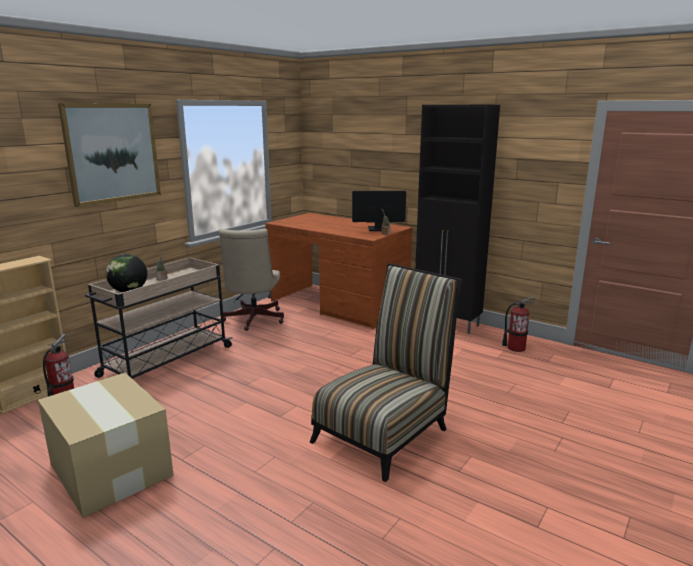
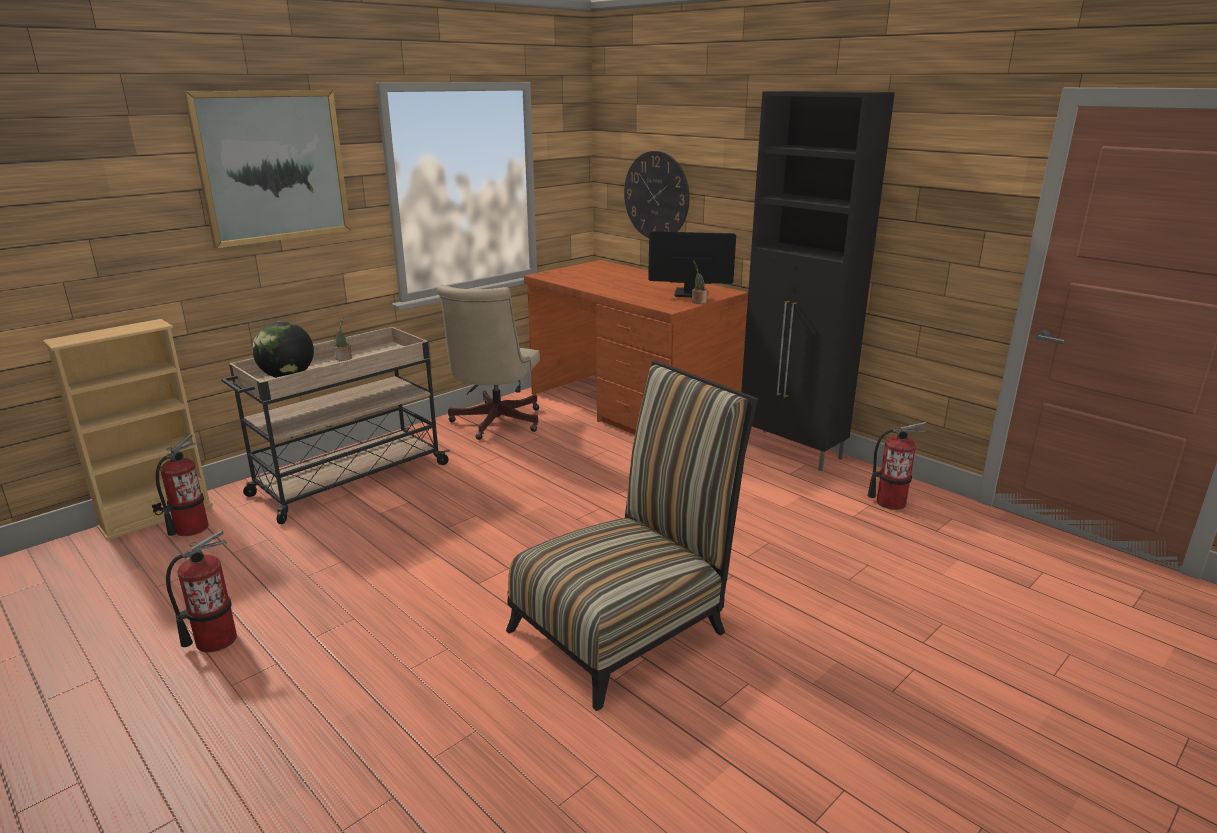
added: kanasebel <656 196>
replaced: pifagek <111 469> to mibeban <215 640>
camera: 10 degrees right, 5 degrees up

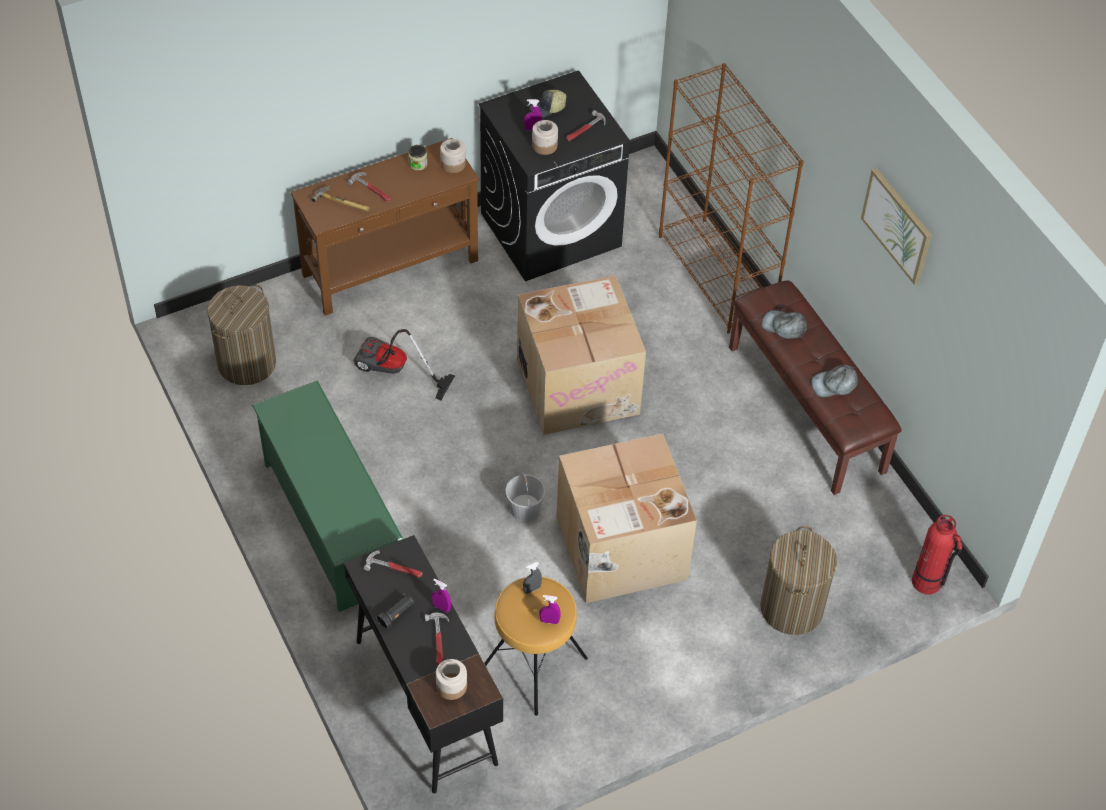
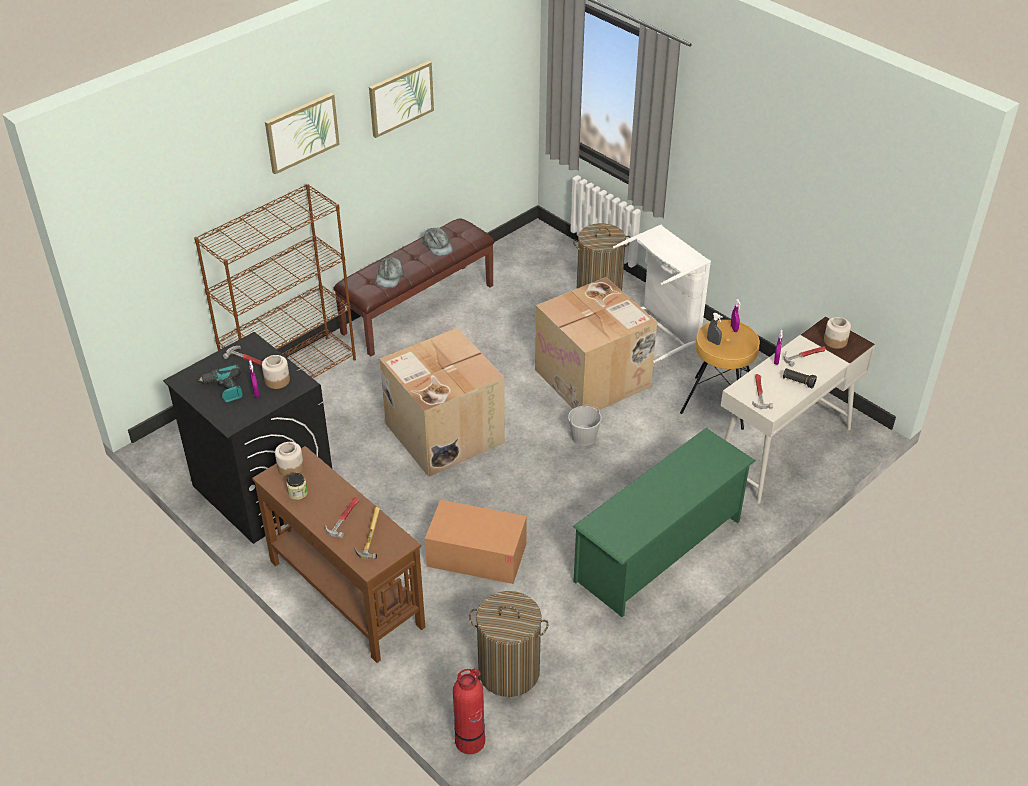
added: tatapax <301 132>; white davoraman <661 329>
moved: mibeban <927 582> to <470 740>
replaced: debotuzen <548 108> to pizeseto <224 389>; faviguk <393 372> to pifagek <476 555>
recoloured: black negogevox <425 701> to white negogevox <783 451>
camera: 105 degrees left, 10 degrees down

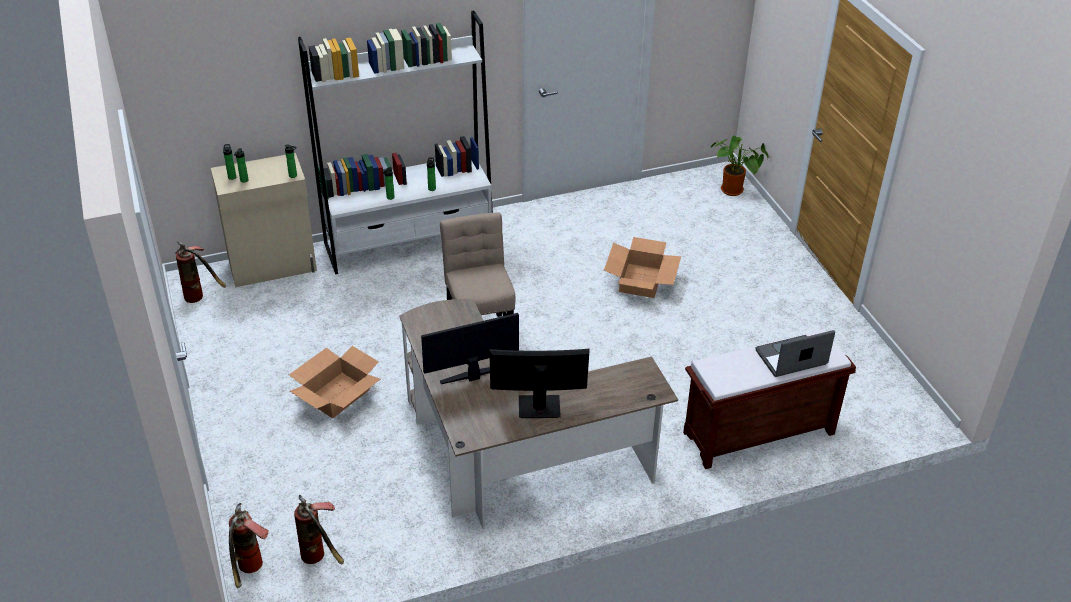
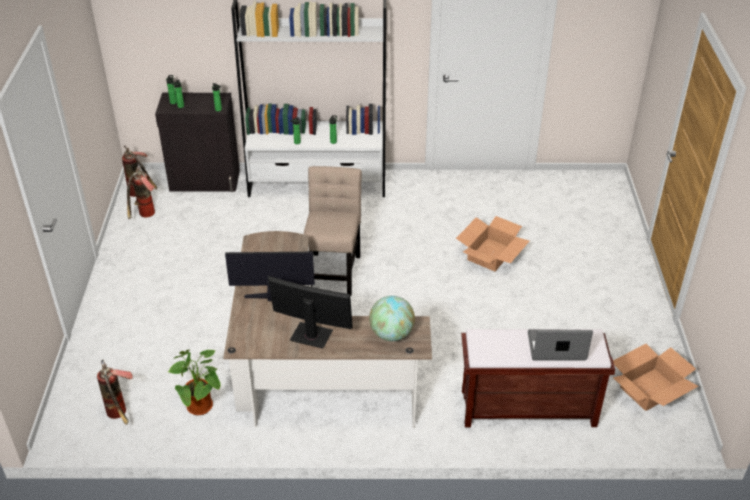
added: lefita <391 334>
moved: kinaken <734 191> to <202 408>; pifagek <337 395> to <650 389>; mibeban <251 571> to <145 216>
recoloured: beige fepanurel <273 266> to black fepanurel <205 181>
camera: 20 degrees right, 0 degrees up

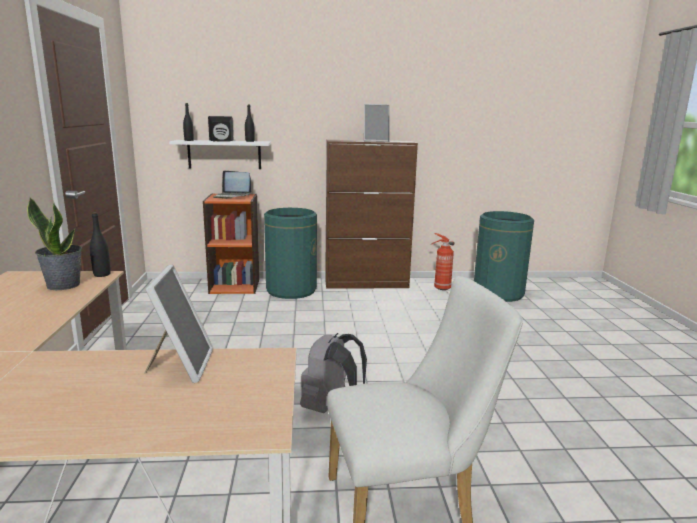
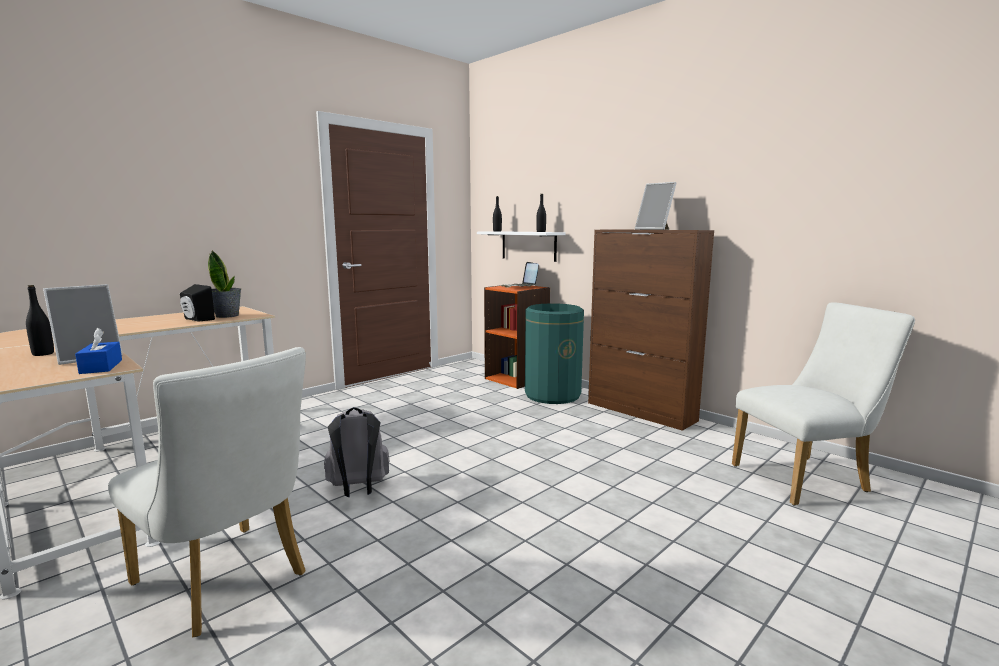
removed: mibeban <441 288>
added: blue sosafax <101 367>
moved: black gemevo <221 141> to <196 319>; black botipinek <102 274> to <43 354>
replaced: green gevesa <498 293> to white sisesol <807 478>
camera: 50 degrees right, 5 degrees down

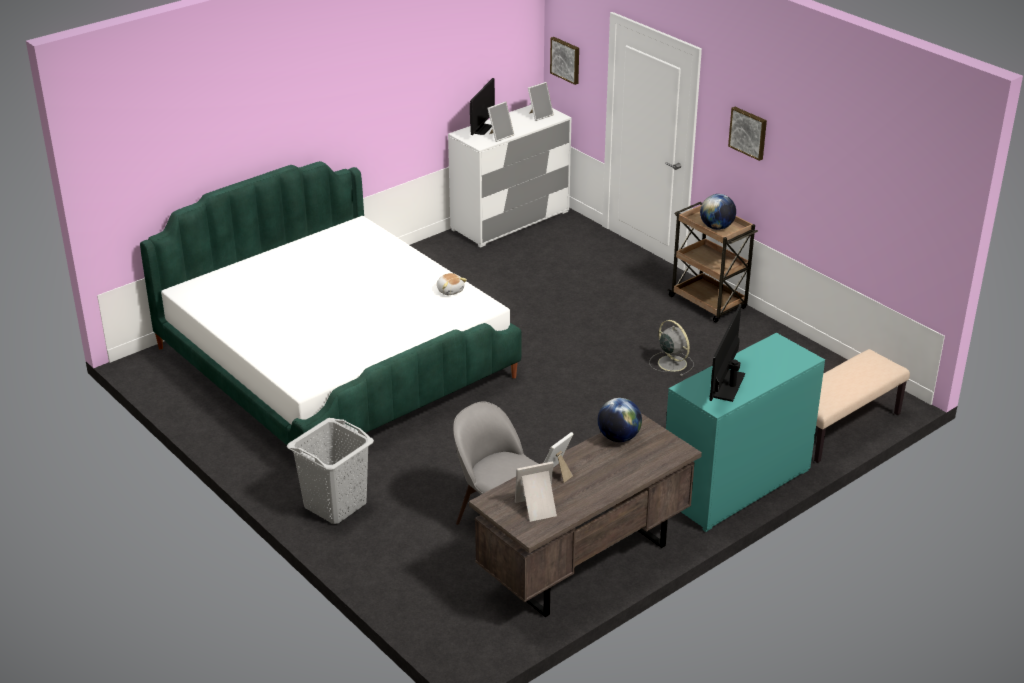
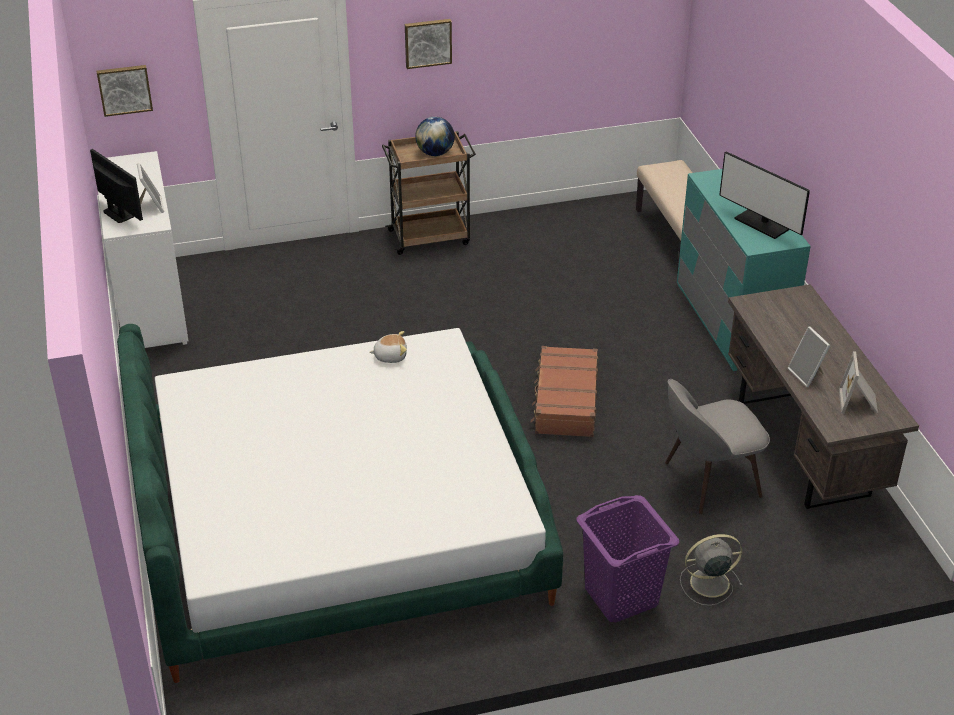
removed: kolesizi <539 115>; lefita <618 437>
added: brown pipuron <565 401>
moved: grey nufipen <671 363> to <708 583>
recoloured: grey davoraman <334 505> to purple davoraman <621 597>
camera: 65 degrees left, 5 degrees up

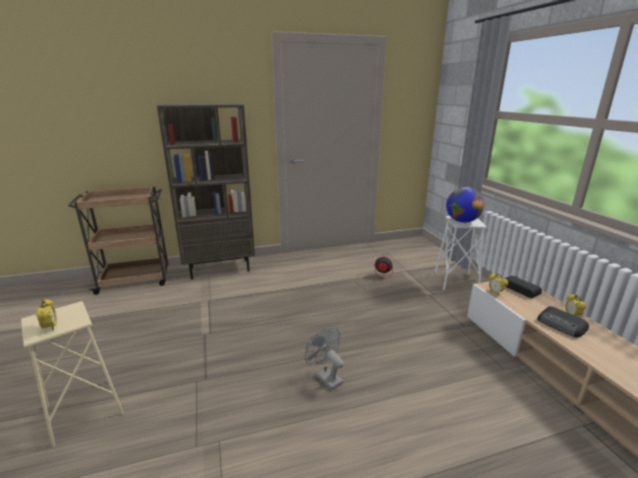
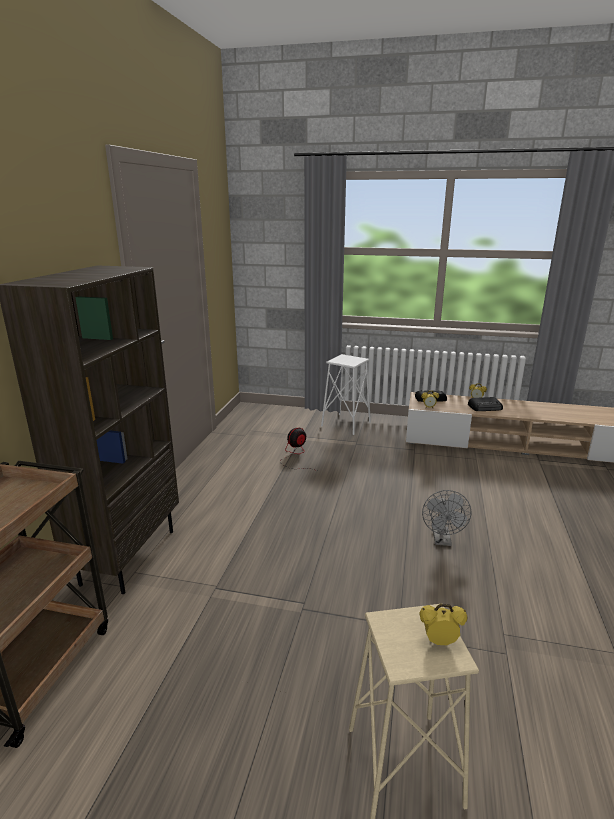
removed: lefita <462 221>
turned: grey nufipen <325 377> = <442 540> 75 degrees counterclockwise
camera: 60 degrees left, 0 degrees up

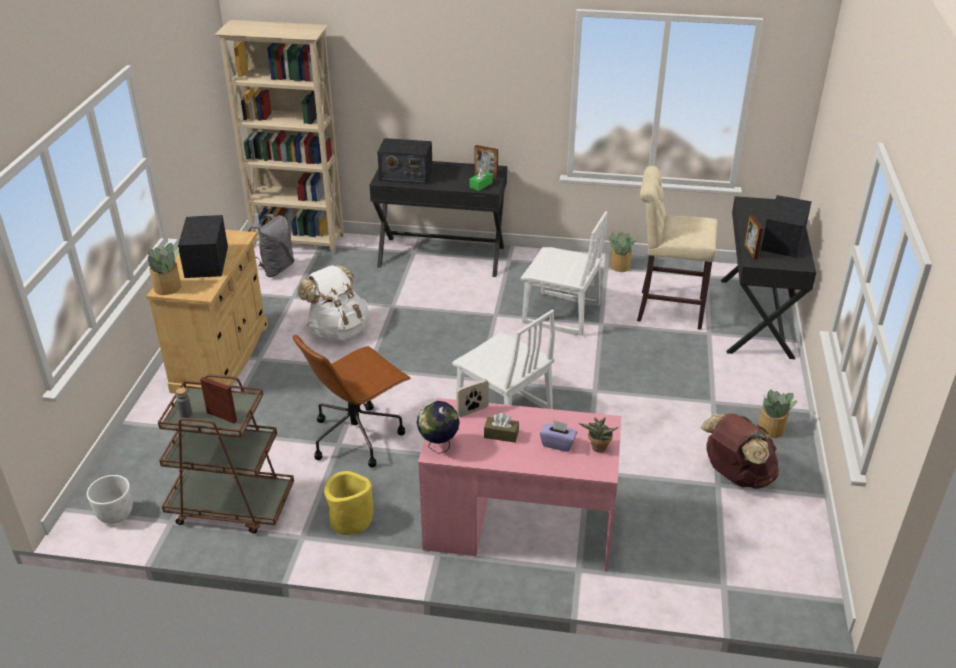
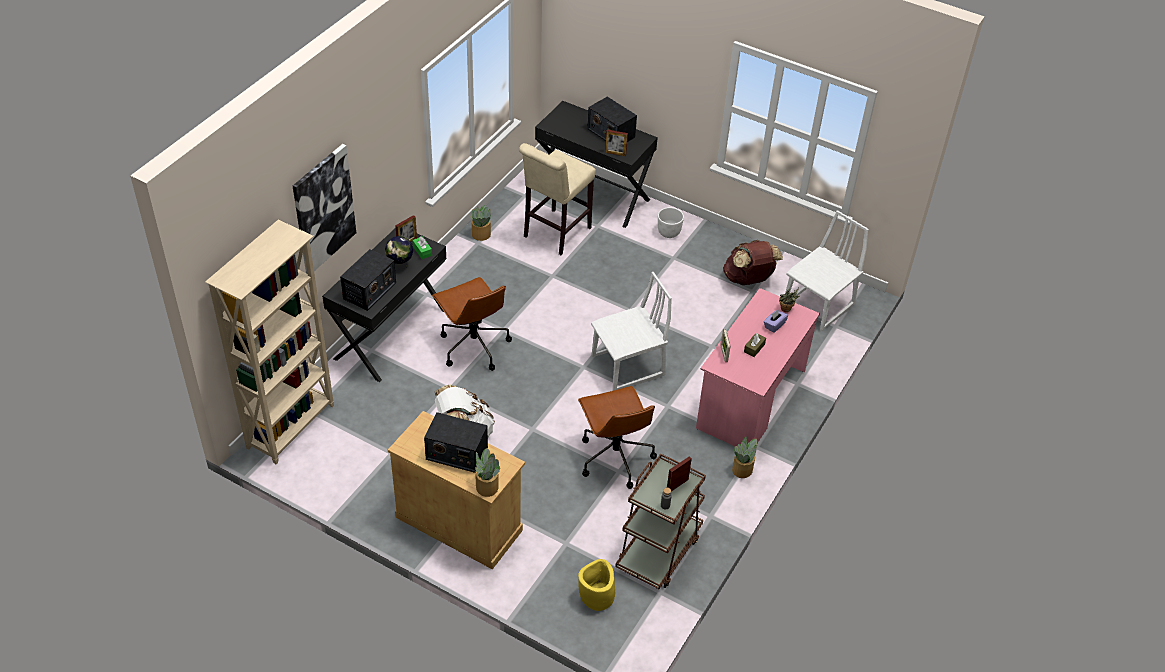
removed: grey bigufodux <274 269>
added: tatapax <323 209>; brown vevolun <473 346>
moved: white sisesol <561 314> to <819 306>; kinaken <771 430> to <743 469>; lefita <438 446> to <400 265>; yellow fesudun <351 520> to <597 596>; white fesudun <116 515> to <669 233>
camera: 70 degrees left, 10 degrees up

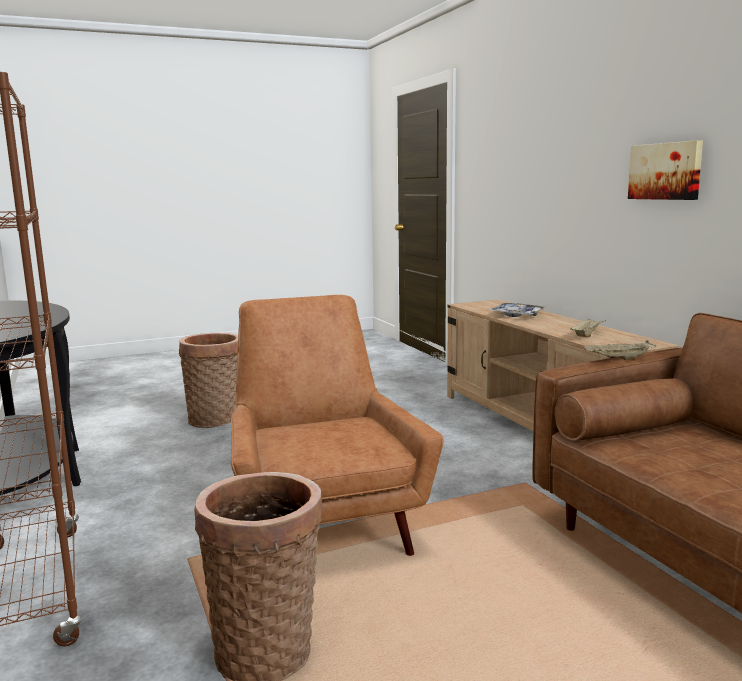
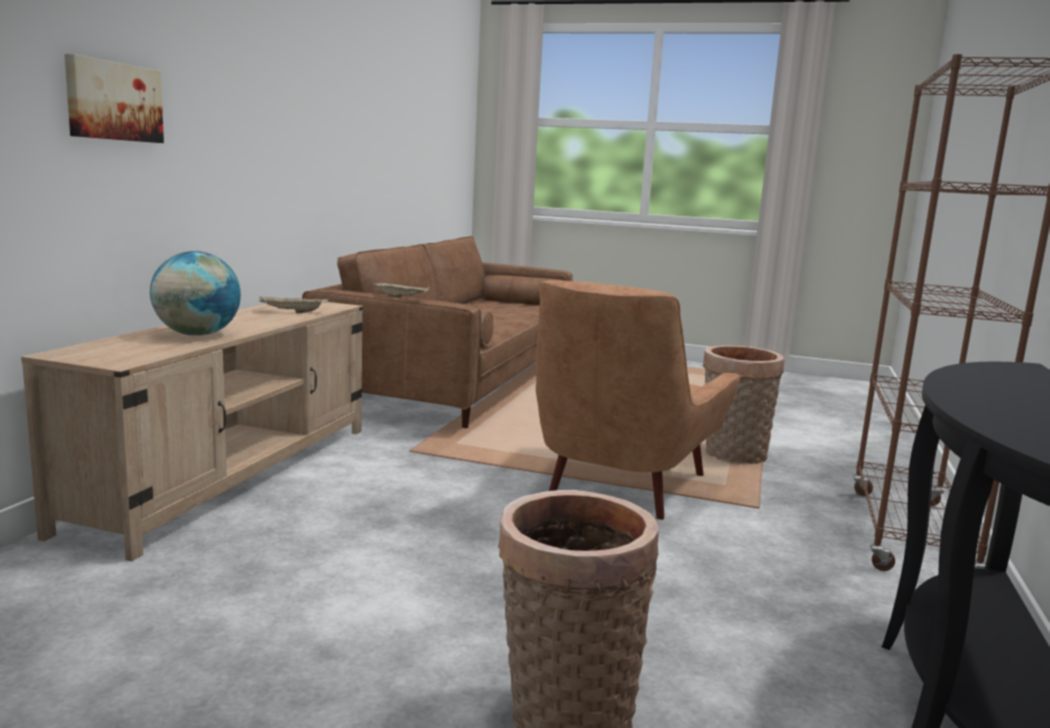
moved: tatapax <666 171> to <113 101>
replaced: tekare <517 315> to lefita <197 335>
camera: 140 degrees left, 0 degrees up

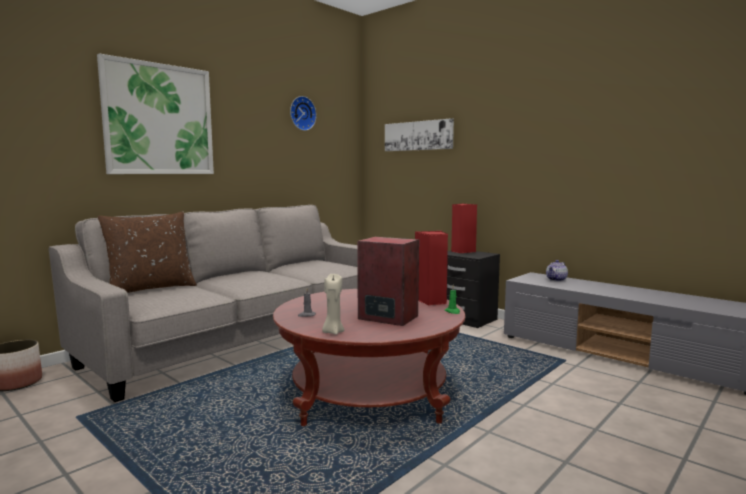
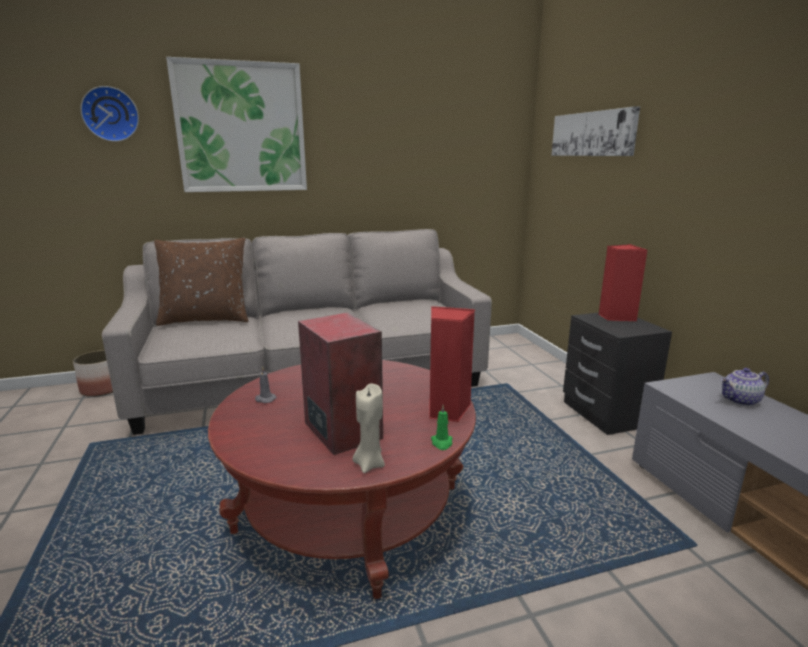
moved: kanasebel <301 113> to <111 114>; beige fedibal <333 332> to <369 464>
camera: 30 degrees right, 10 degrees up

